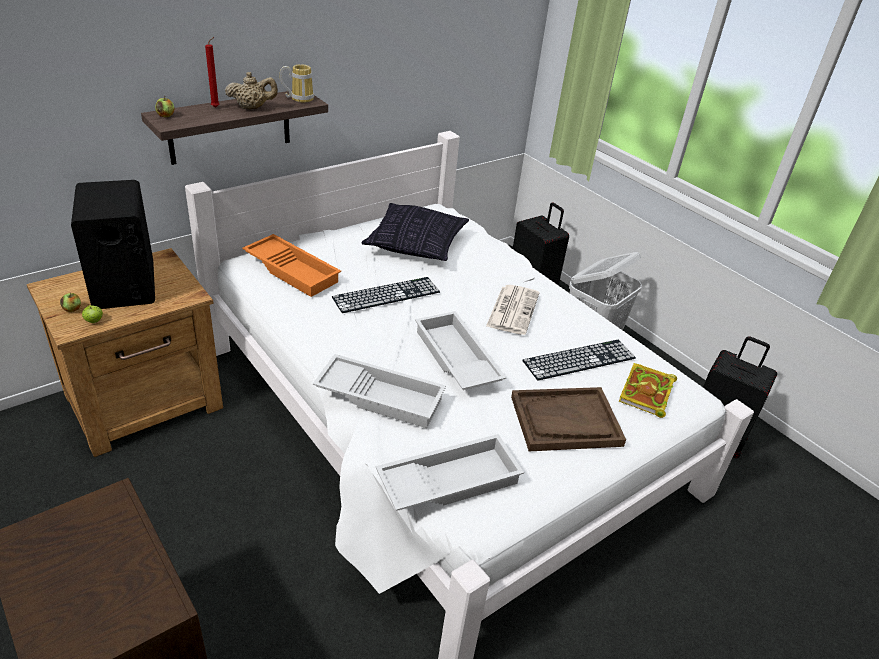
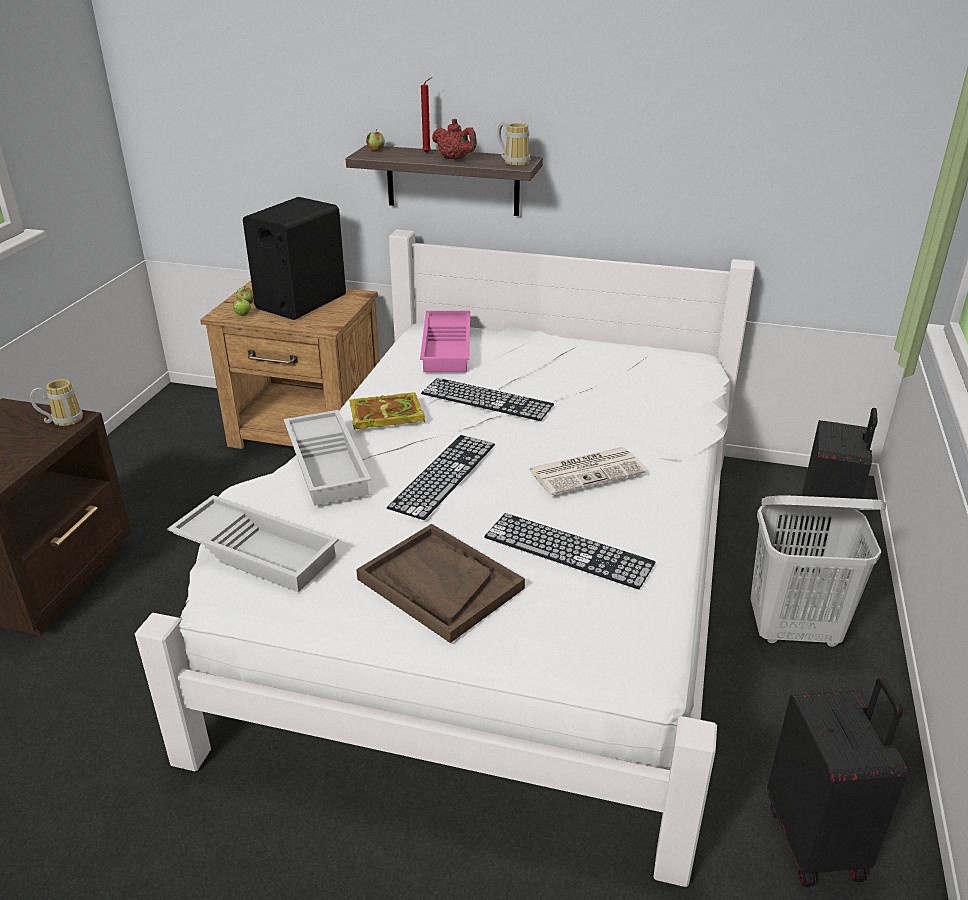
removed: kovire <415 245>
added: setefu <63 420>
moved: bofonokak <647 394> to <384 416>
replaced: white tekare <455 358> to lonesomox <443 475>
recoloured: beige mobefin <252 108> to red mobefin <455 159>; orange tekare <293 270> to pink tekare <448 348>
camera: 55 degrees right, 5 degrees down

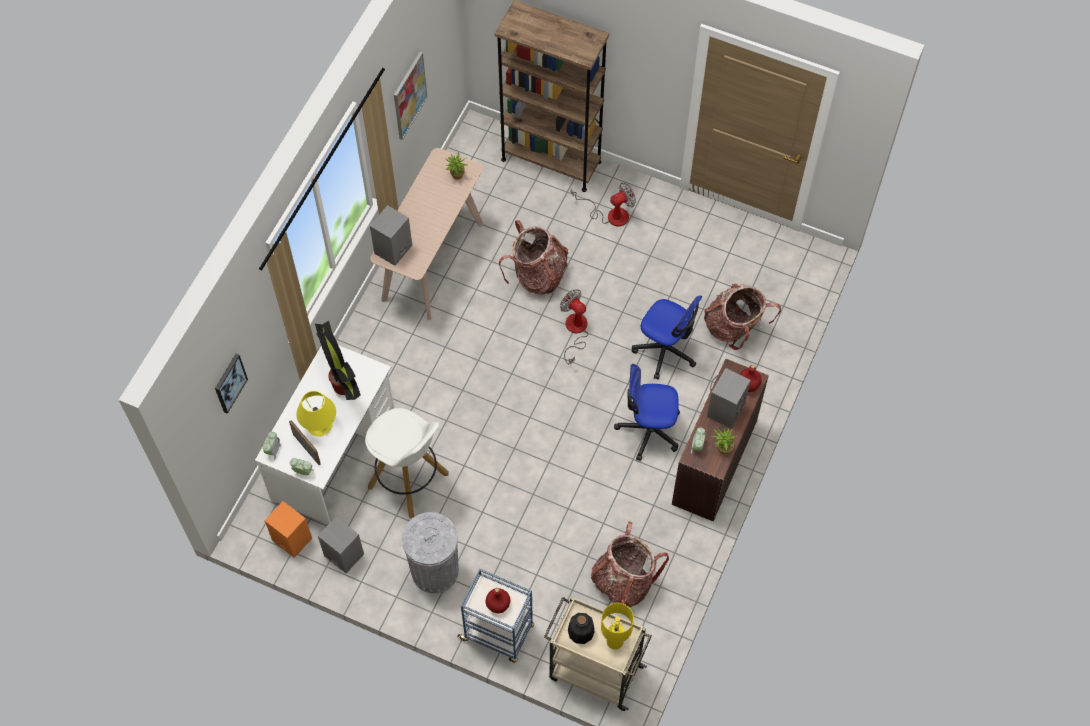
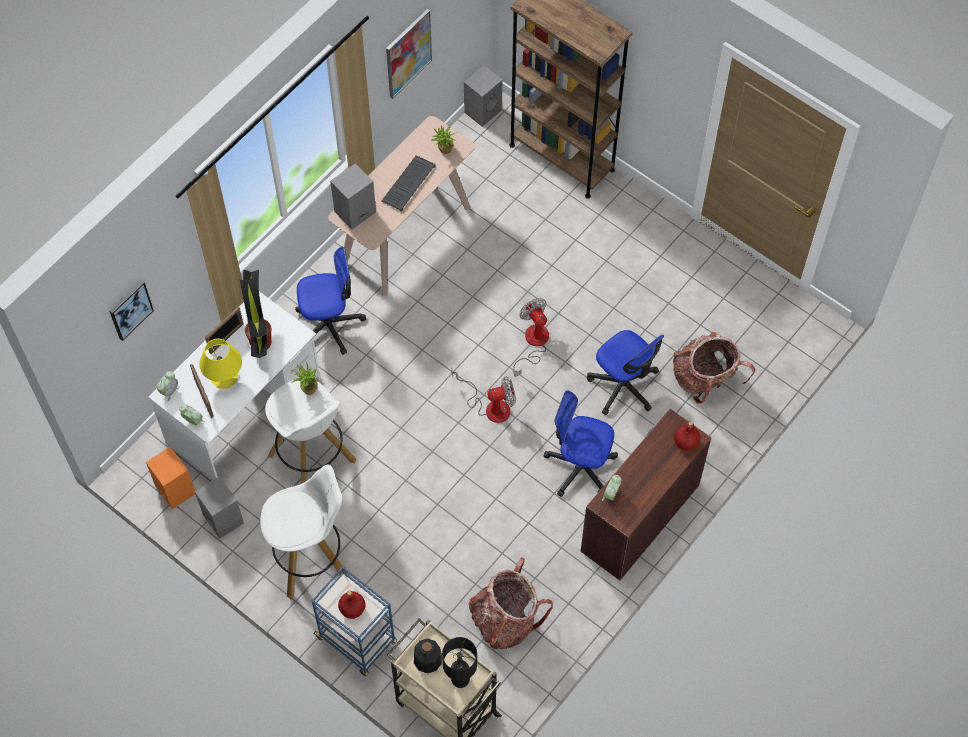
removed: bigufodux <537 275>
added: lonesomox <408 183>; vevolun <329 324>; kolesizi <226 338>
moved: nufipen <610 214> to <490 406>; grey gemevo <725 409> to <483 110>; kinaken <721 449> to <307 388>
replaced: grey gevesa <435 570> to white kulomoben <311 559>
recoloured: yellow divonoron <615 641> to black divonoron <461 679>
camera: 15 degrees right, 0 degrees up

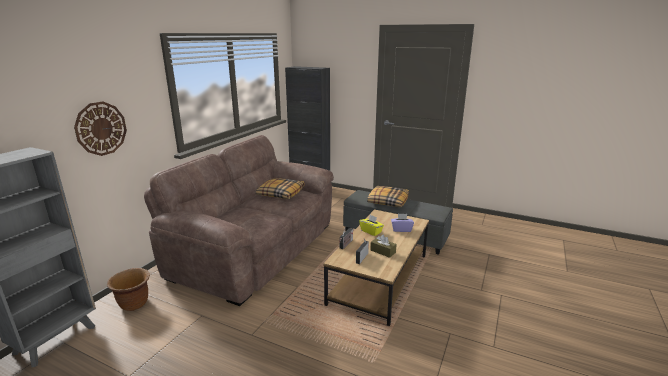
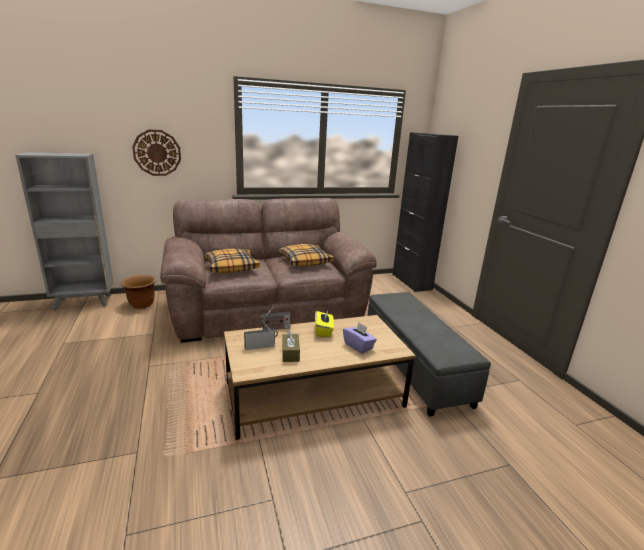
moved: kovire <387 201> to <231 267>
camera: 45 degrees right, 0 degrees up

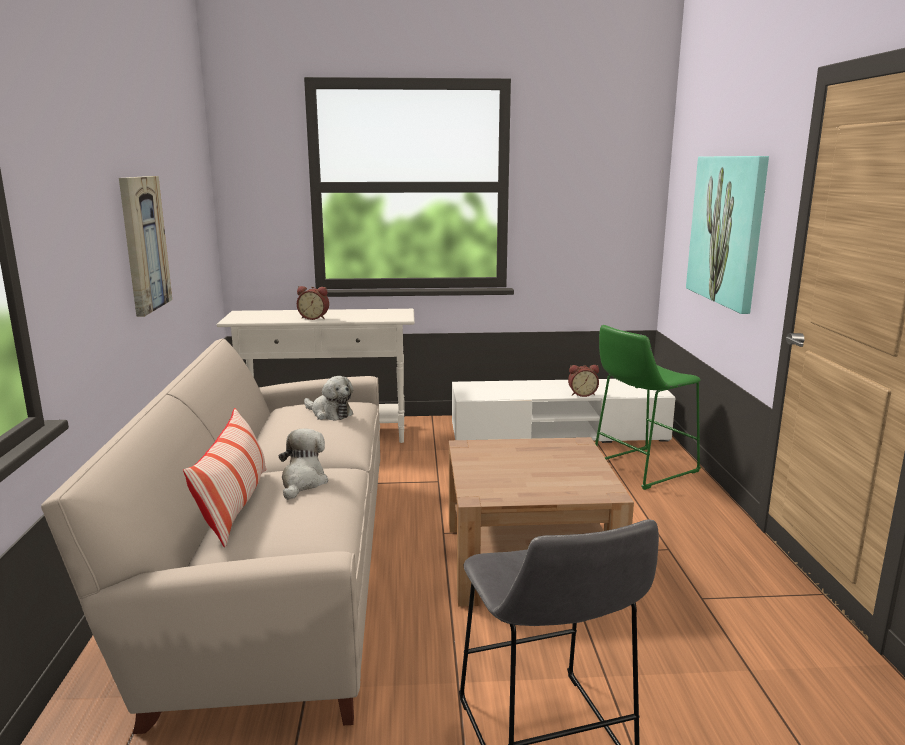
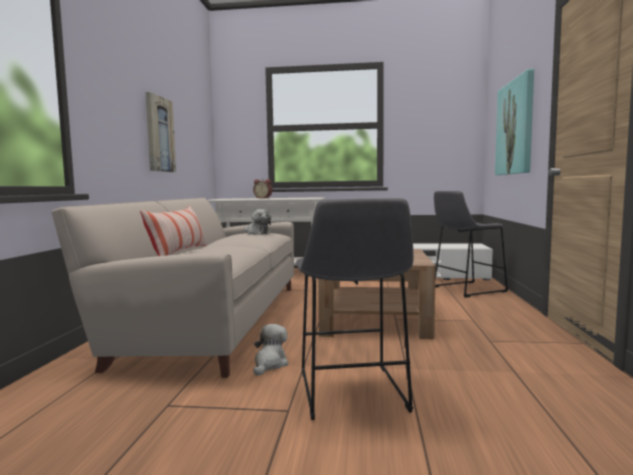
removed: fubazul <582 394>
moved: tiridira <302 482> to <270 364>
recoloured: green kulomoben <640 469> to grey kulomoben <465 289>
camera: 10 degrees right, 10 degrees down

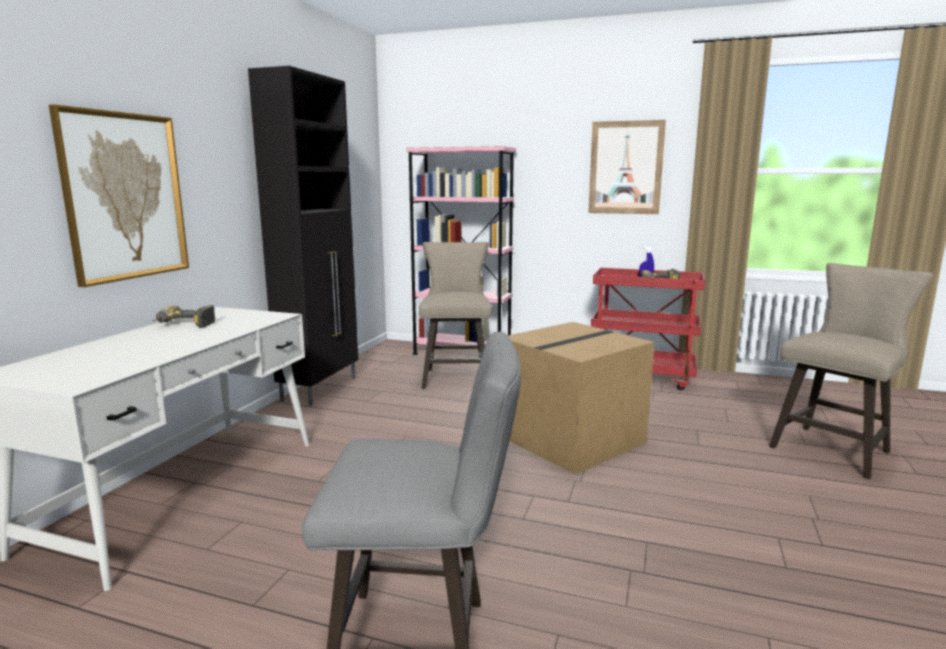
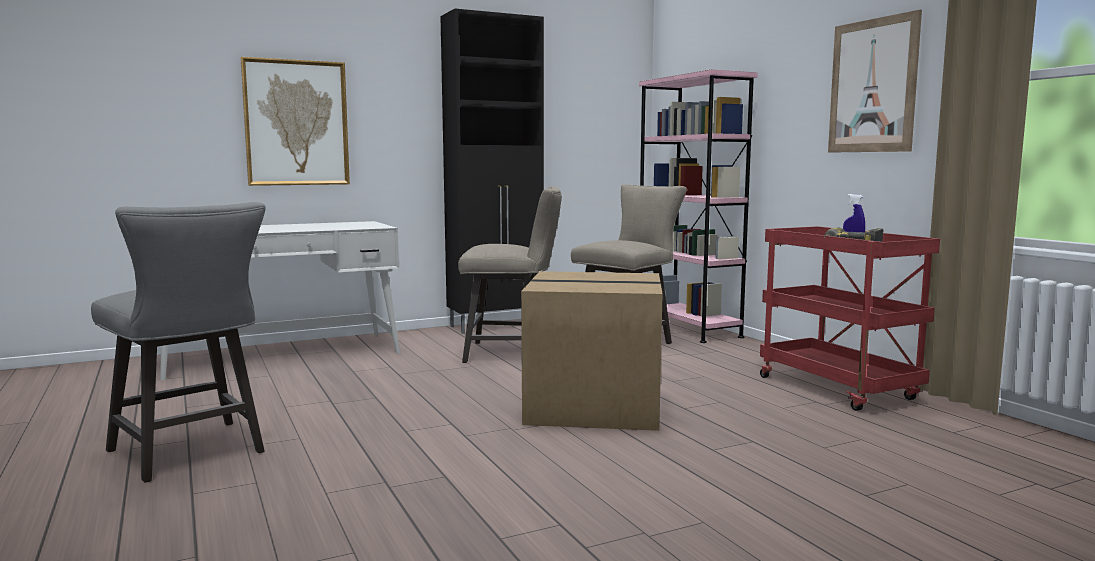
removed: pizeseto <183 325>
moved: beige kulomoben <834 448> to <512 353>
camera: 45 degrees right, 5 degrees down

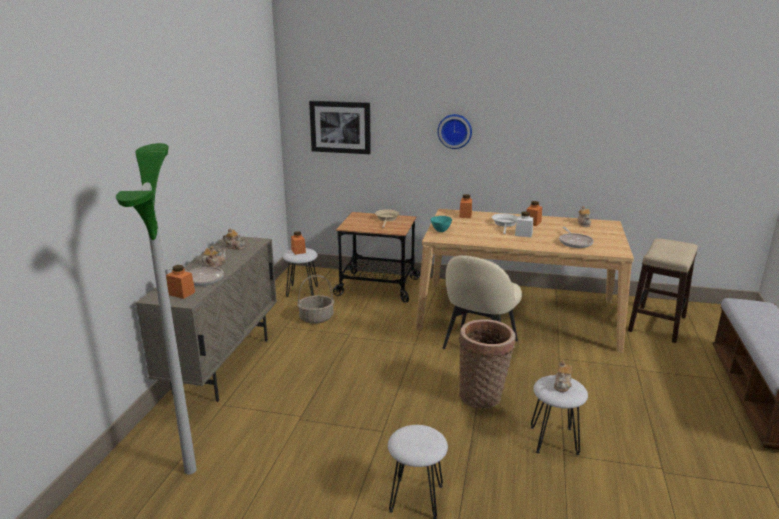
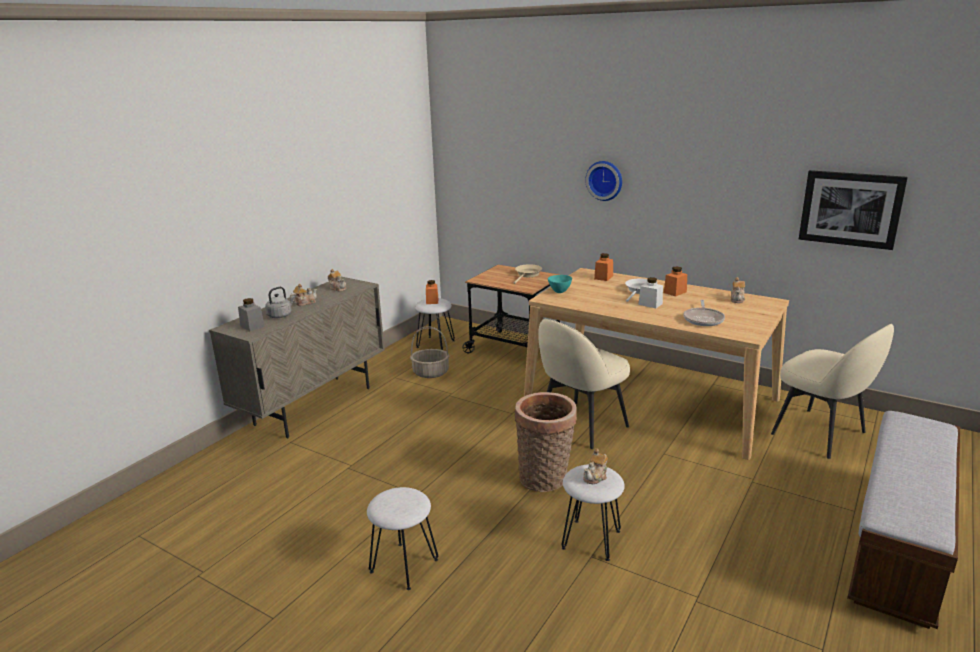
removed: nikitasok <190 470>
moved: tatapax <340 127> to <850 209>
replaced: kulomoben <657 324> to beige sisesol <821 434>; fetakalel <201 279> to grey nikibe <281 315>
recoloured: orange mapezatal <181 293> to grey mapezatal <252 326>
camera: 20 degrees right, 0 degrees up

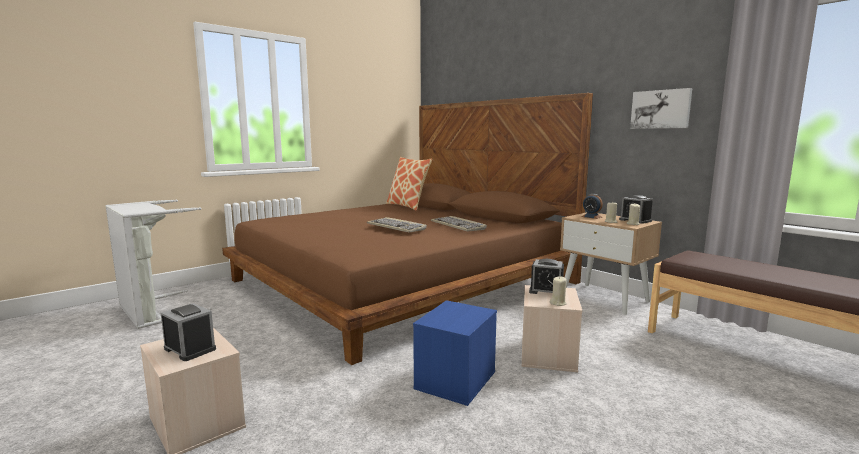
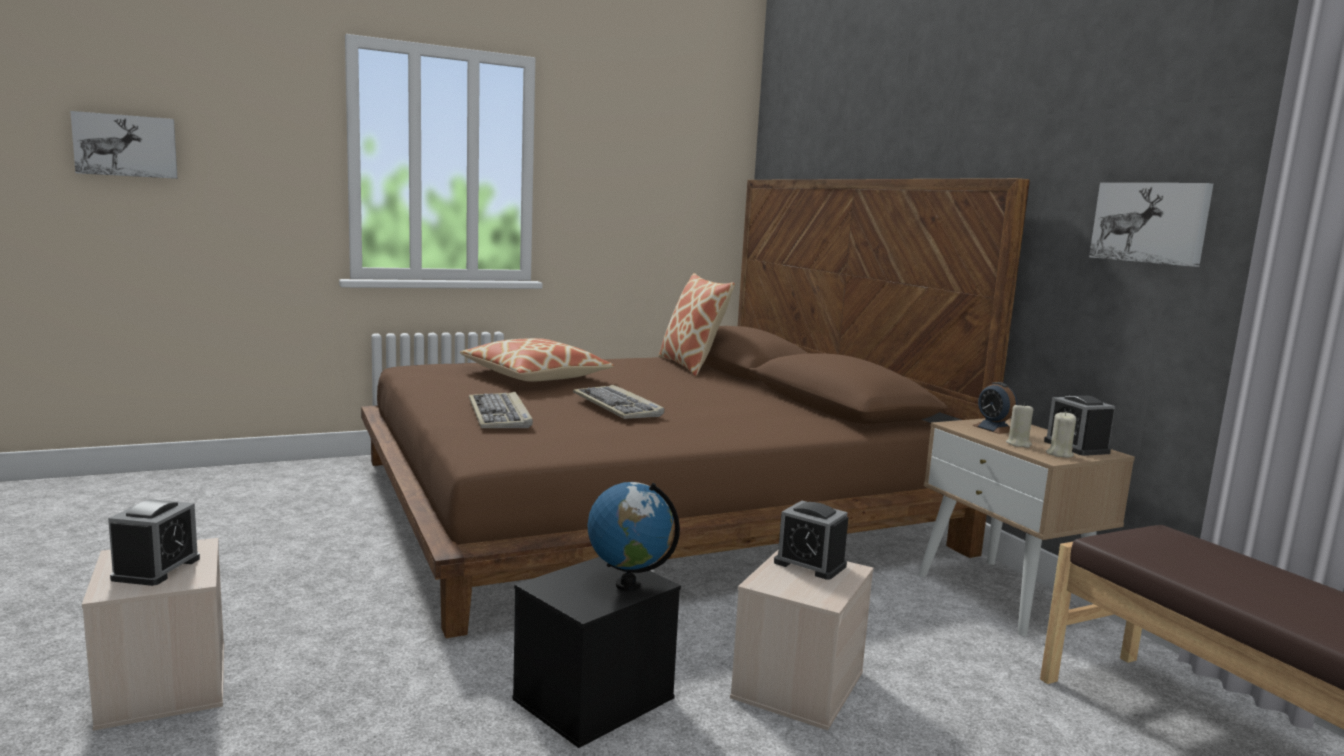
removed: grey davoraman <153 311>; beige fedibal <558 303>
added: tatapax <126 146>; kovire <535 376>; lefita <628 585>
moved: lonesomox <458 226> to <500 415>
recoloured: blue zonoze <456 381> to black zonoze <593 700>
turned: fubazul <190 349> = <156 569> 45 degrees clockwise
camera: 15 degrees right, 0 degrees up

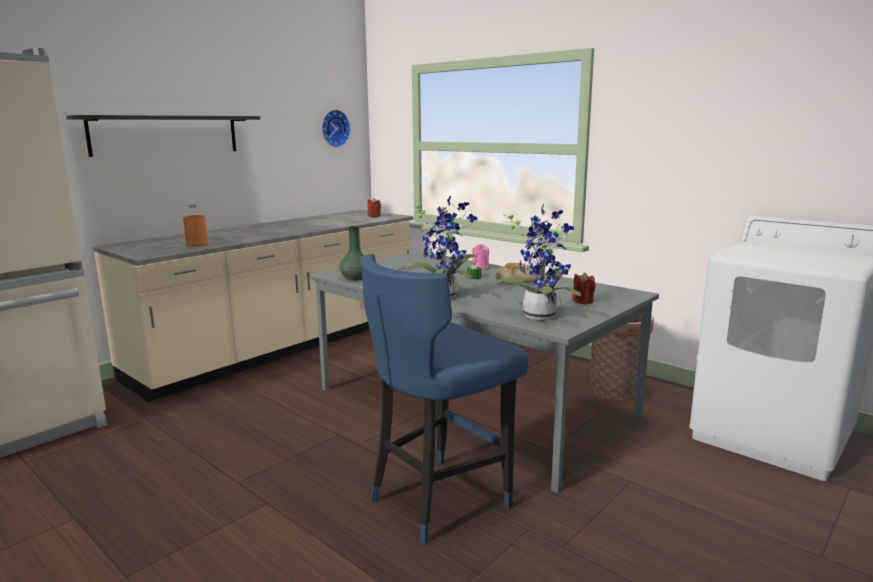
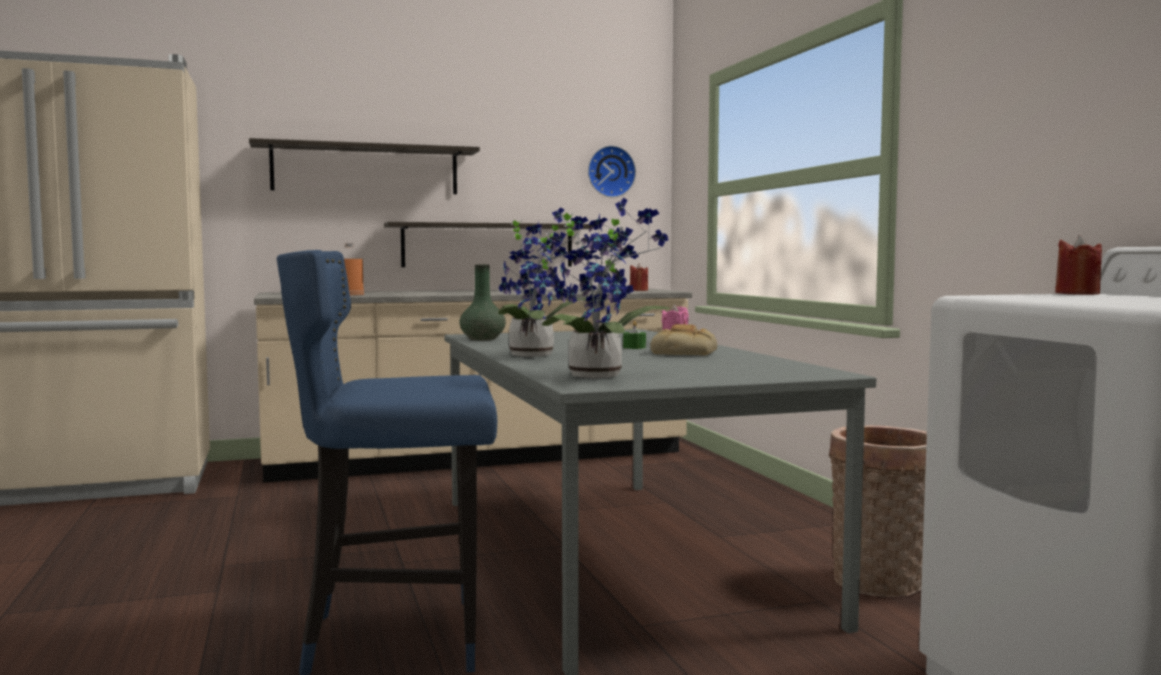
added: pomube <488 245>
moved: red fedibal <582 301> to <1077 294>
camera: 30 degrees right, 10 degrees down

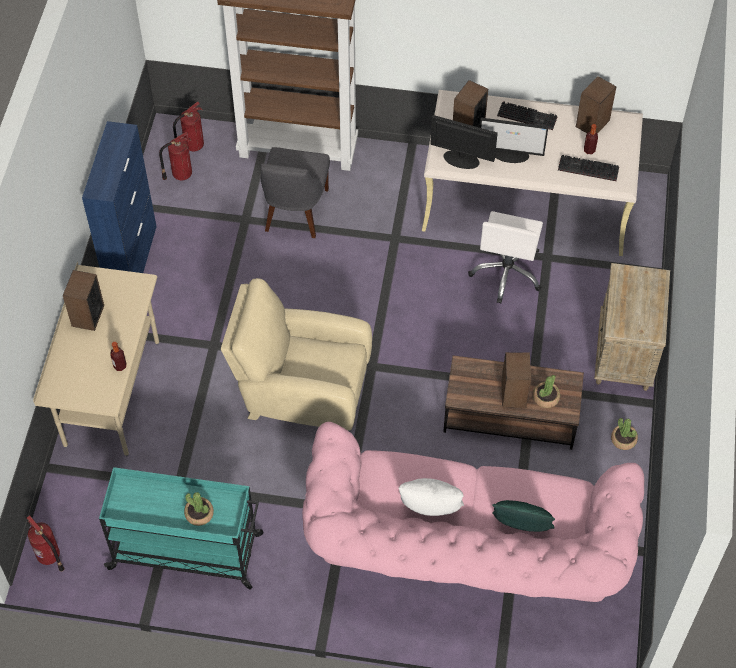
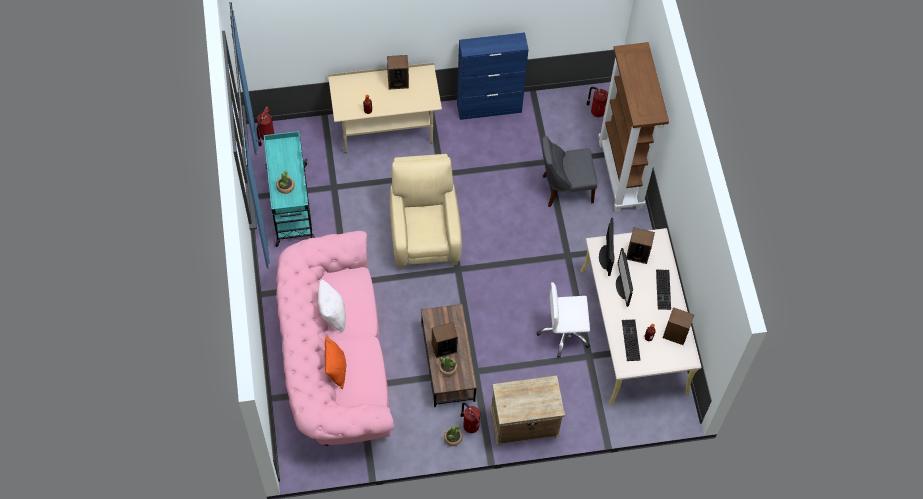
moved: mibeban <180 174> to <470 425>
recoloured: green kovire <521 527> to orange kovire <336 370>
camera: 70 degrees right, 5 degrees up

